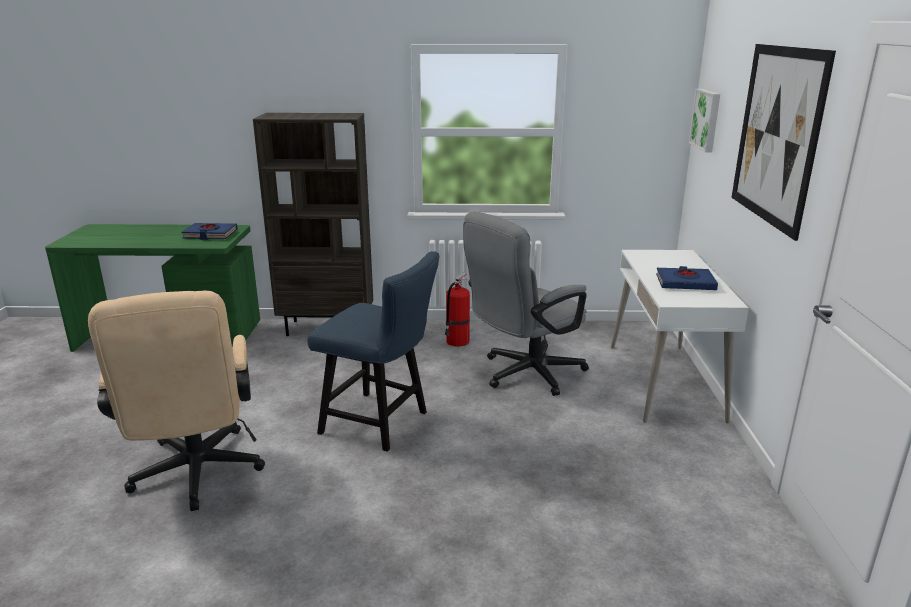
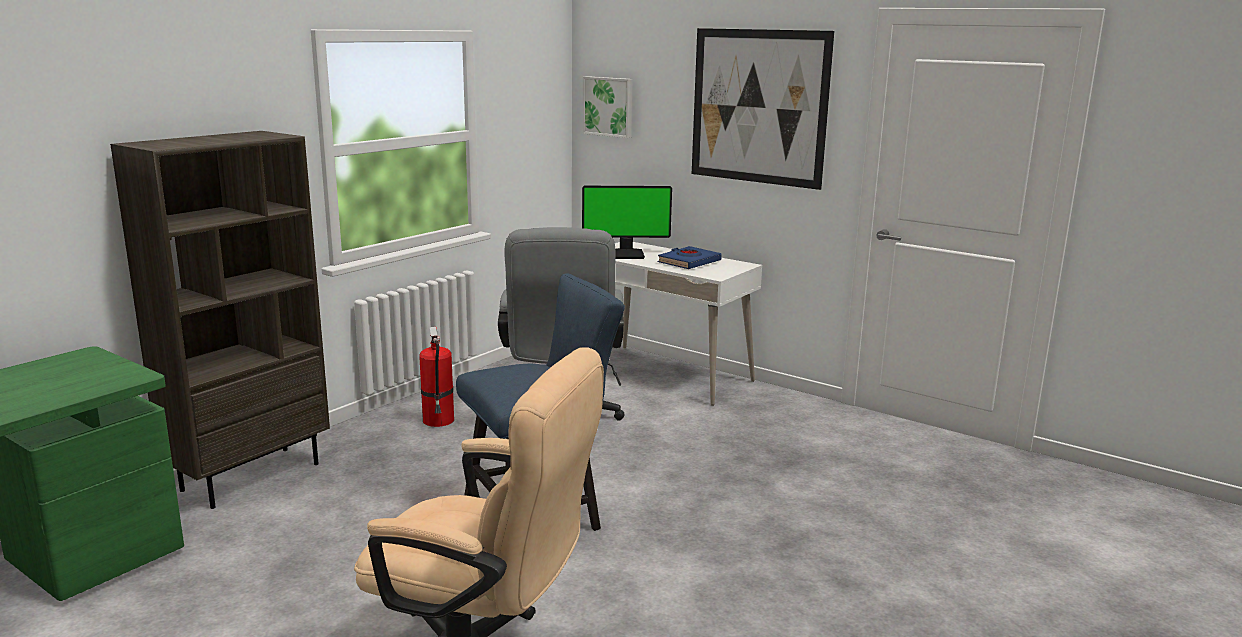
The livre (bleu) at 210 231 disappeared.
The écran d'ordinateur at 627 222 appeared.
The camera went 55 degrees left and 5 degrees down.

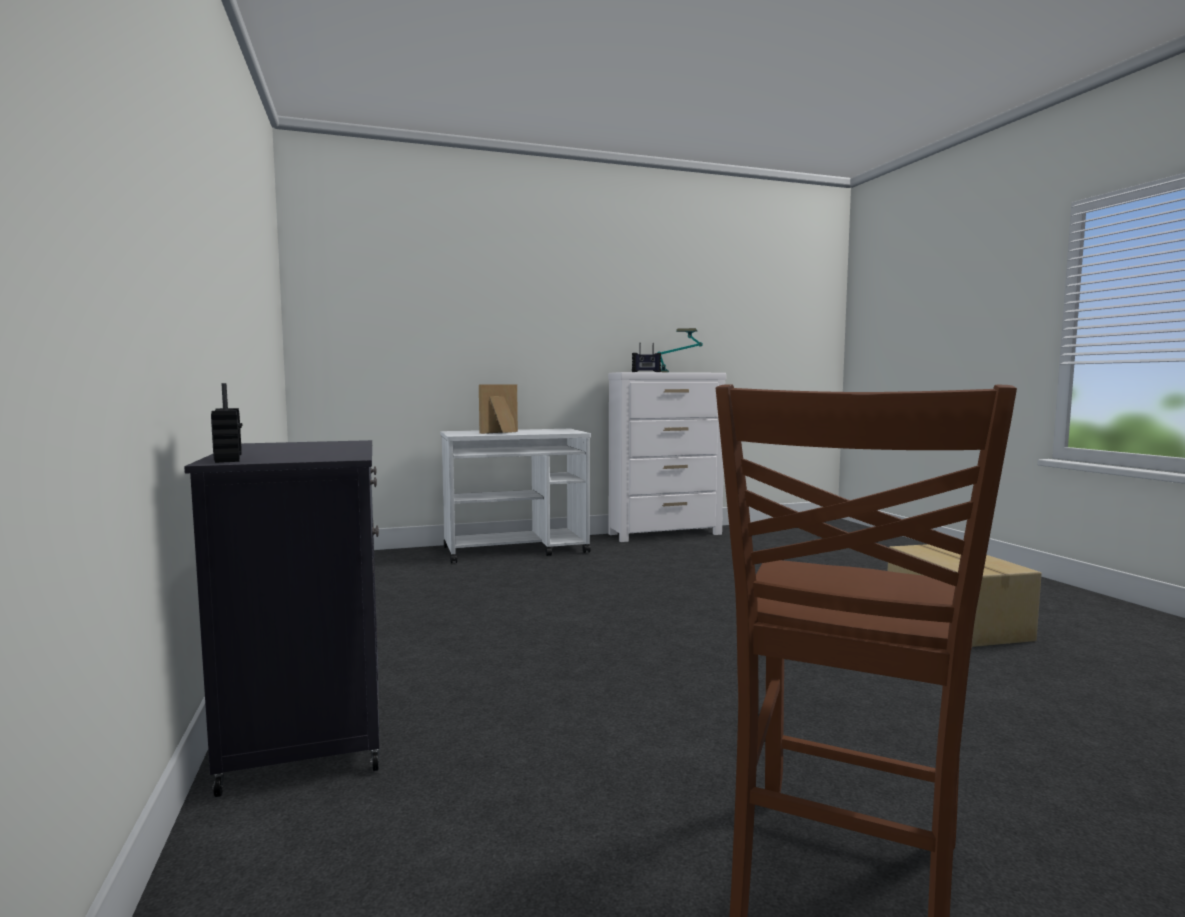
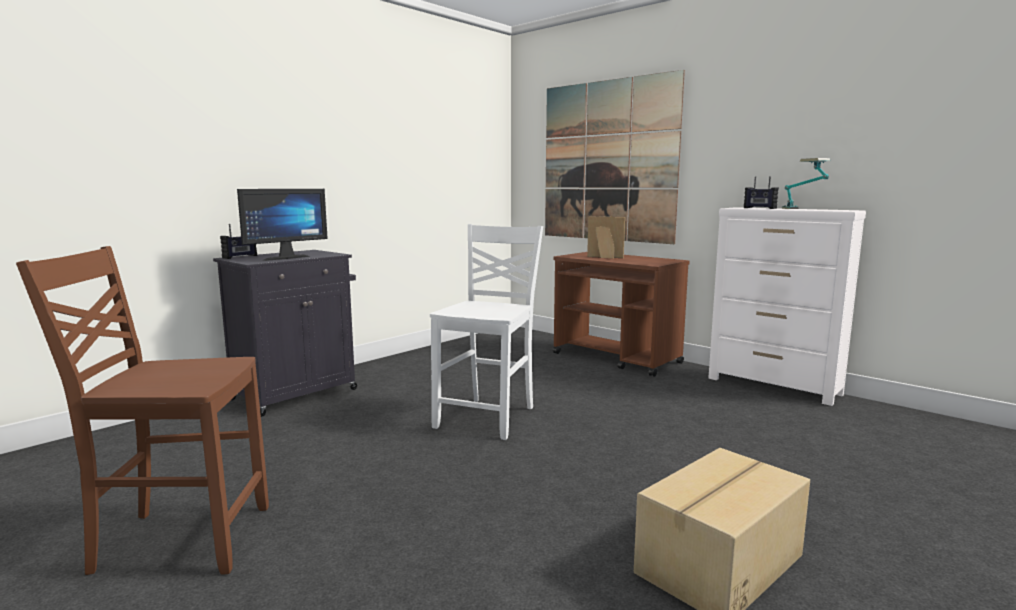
The chariot (blanc) at 515 496 became the chariot (marron) at 621 314.
The tableau at 615 157 appeared.
The écran d'ordinateur at 282 225 appeared.
The chaise (blanc) at 486 332 appeared.
The camera went 60 degrees right and 5 degrees up.

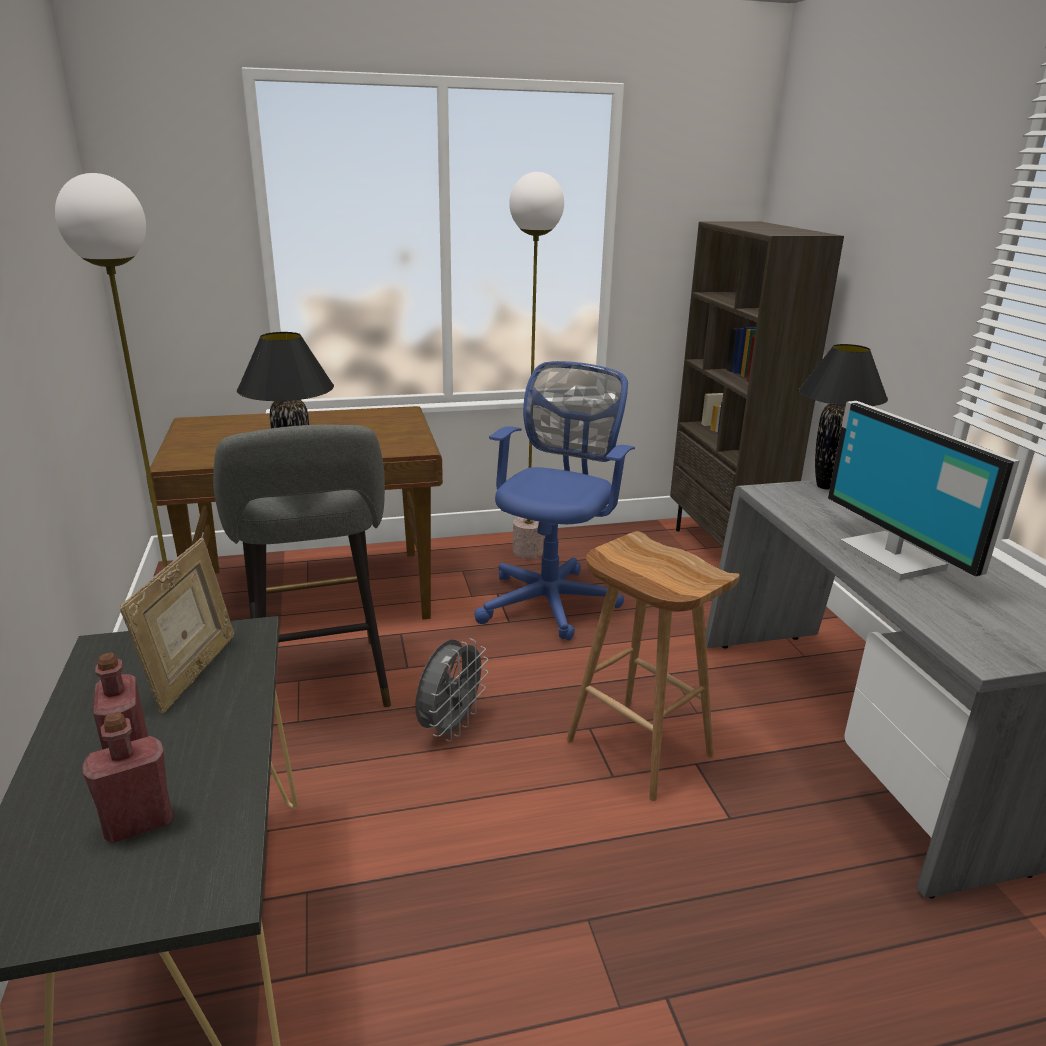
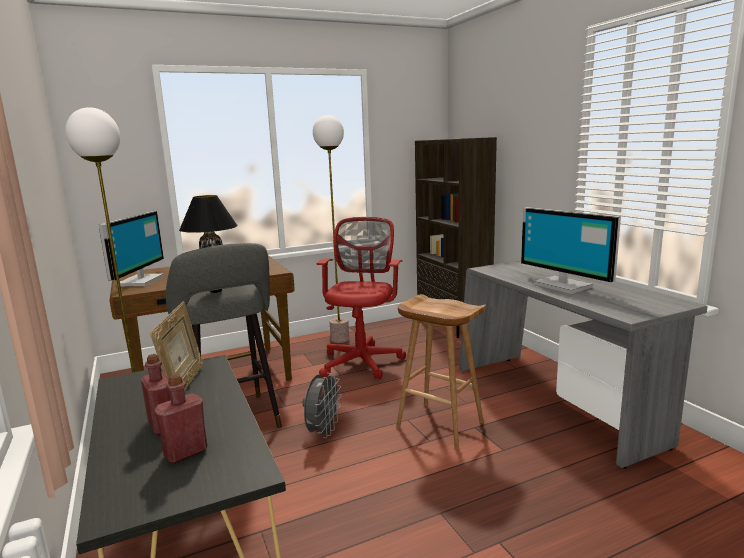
The lampe de table (noir) at 843 417 disappeared.
The chaise de bureau (bleu) at 554 501 became the chaise de bureau (rouge) at 361 298.
The écran d'ordinateur at 132 248 appeared.
The camera went 10 degrees left and 10 degrees down.

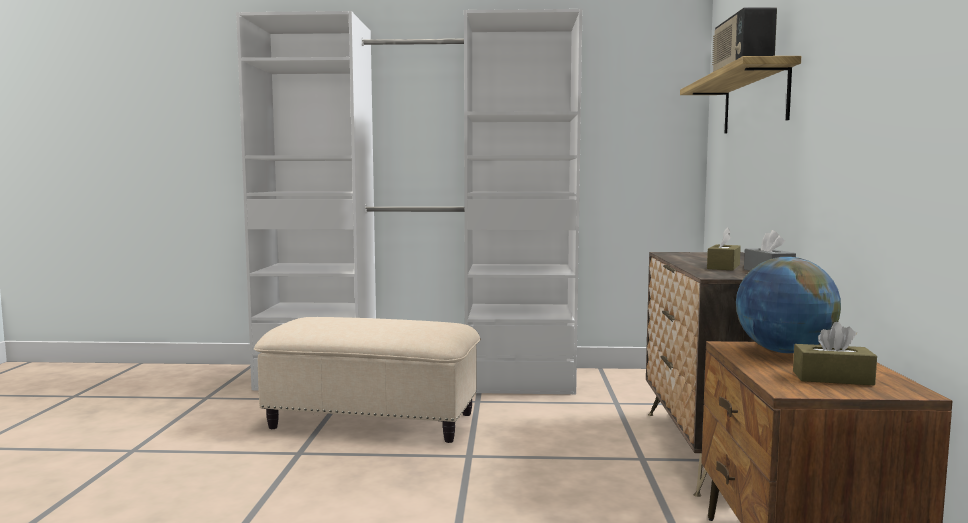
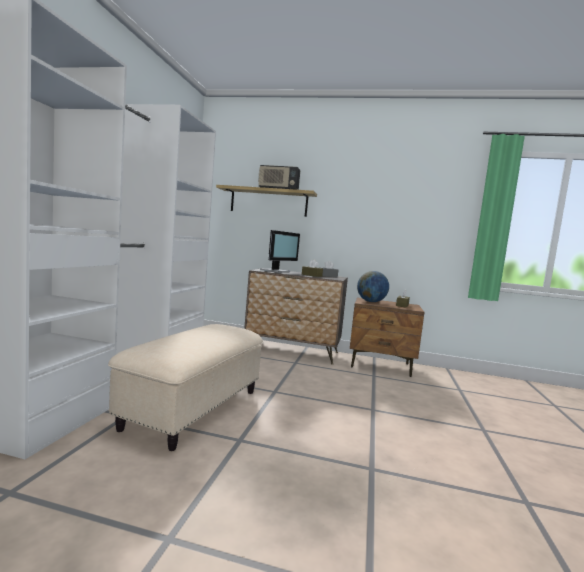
The écran d'ordinateur at 280 251 appeared.
The camera went 80 degrees left and 0 degrees up.

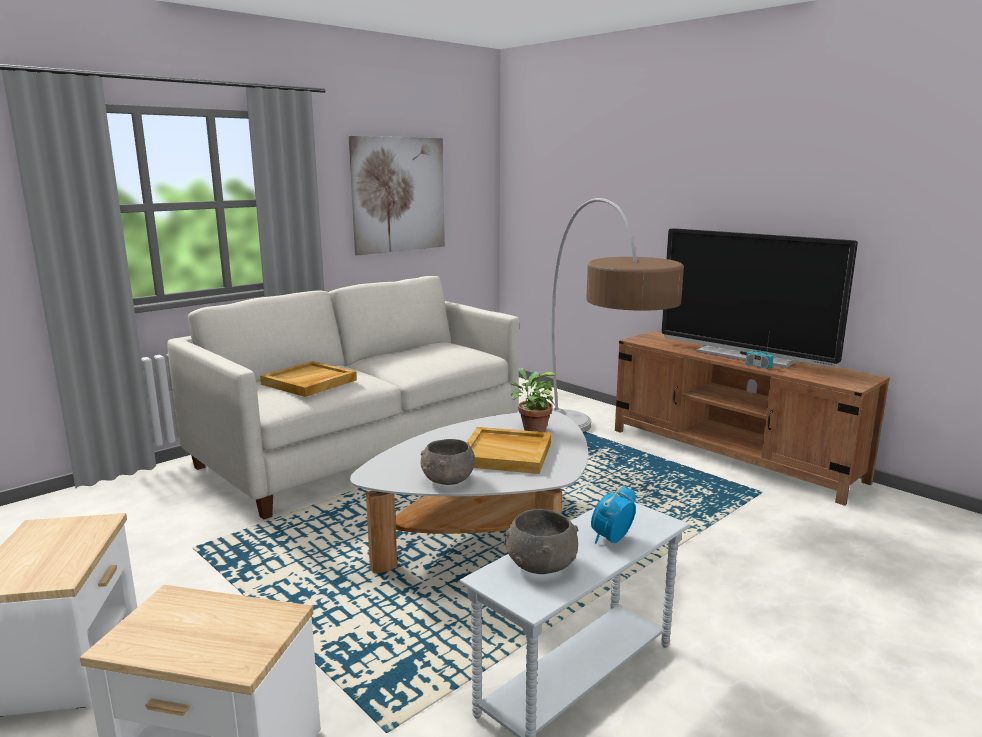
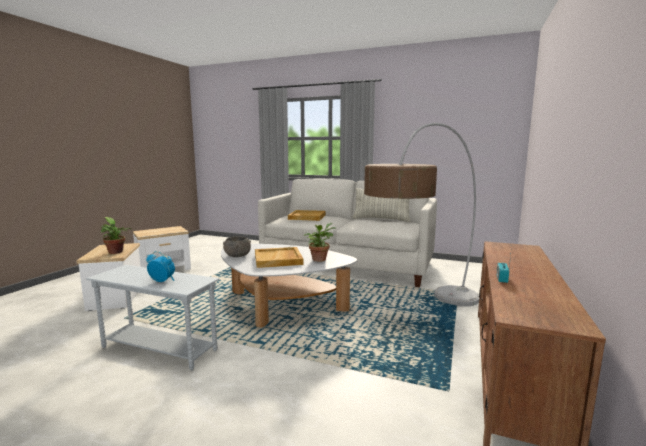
The tableau at 397 196 disappeared.
The téléviseur at 759 298 disappeared.
The bol (gris) at 541 541 disappeared.
The coussin at 381 205 appeared.
The plante en pot at 116 235 appeared.
The camera went 65 degrees right and 5 degrees down.

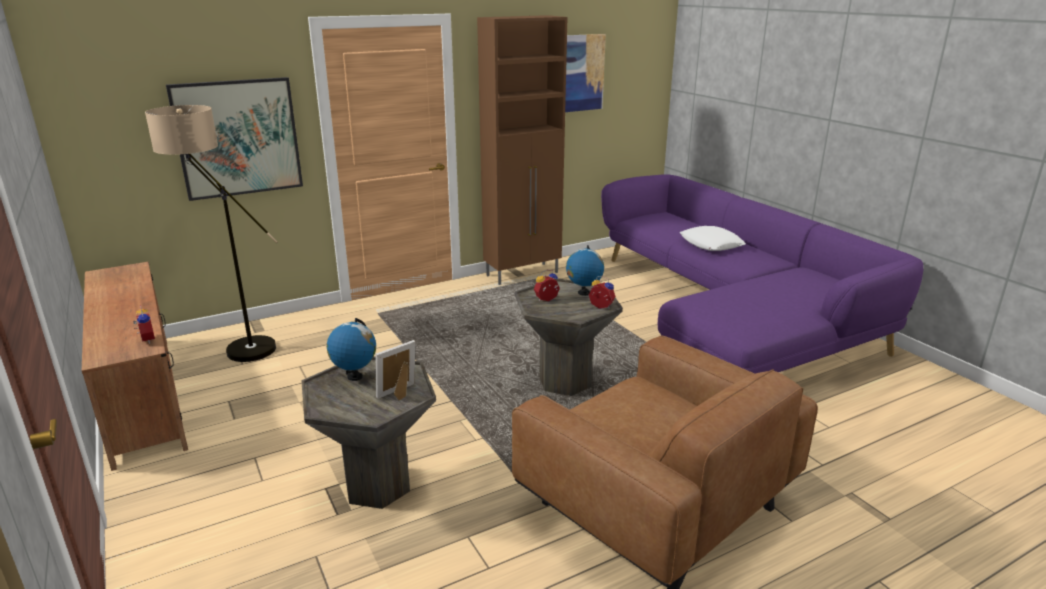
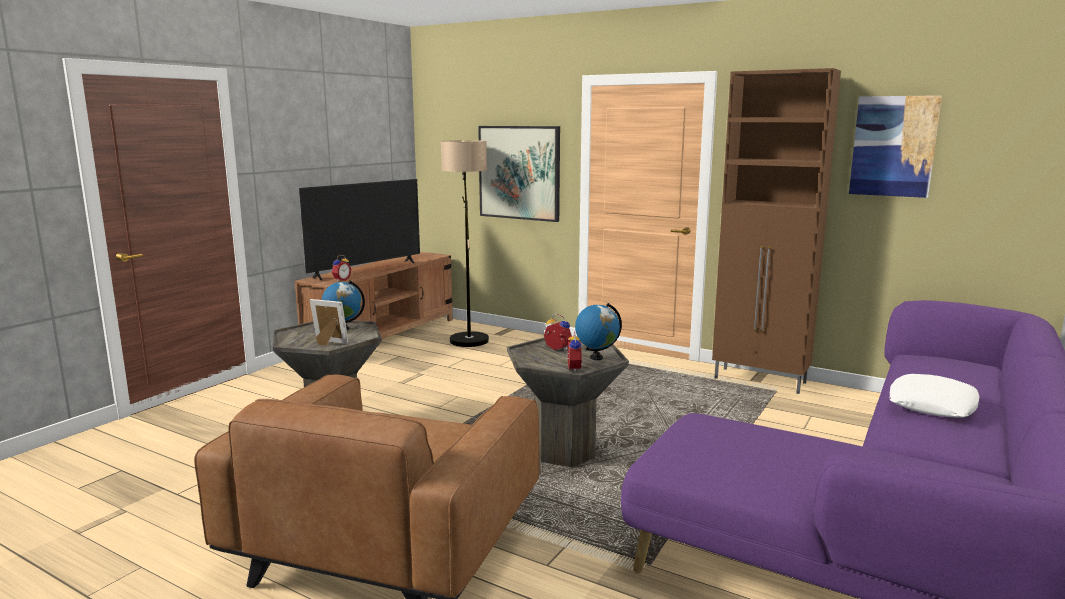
The téléviseur at 359 229 appeared.
The camera went 60 degrees right and 10 degrees down.

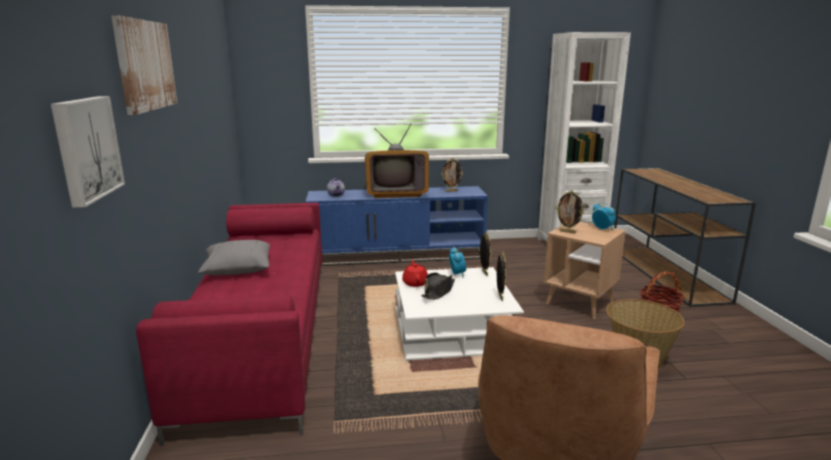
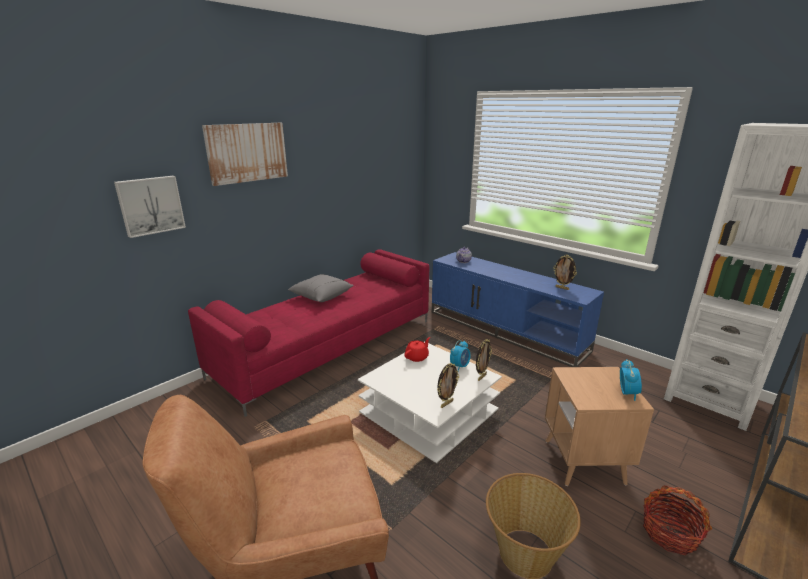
The téléviseur at 397 161 disappeared.
The cadre photo at 570 212 disappeared.
The chapeau (noir) at 438 286 disappeared.
The camera went 50 degrees right and 5 degrees up.

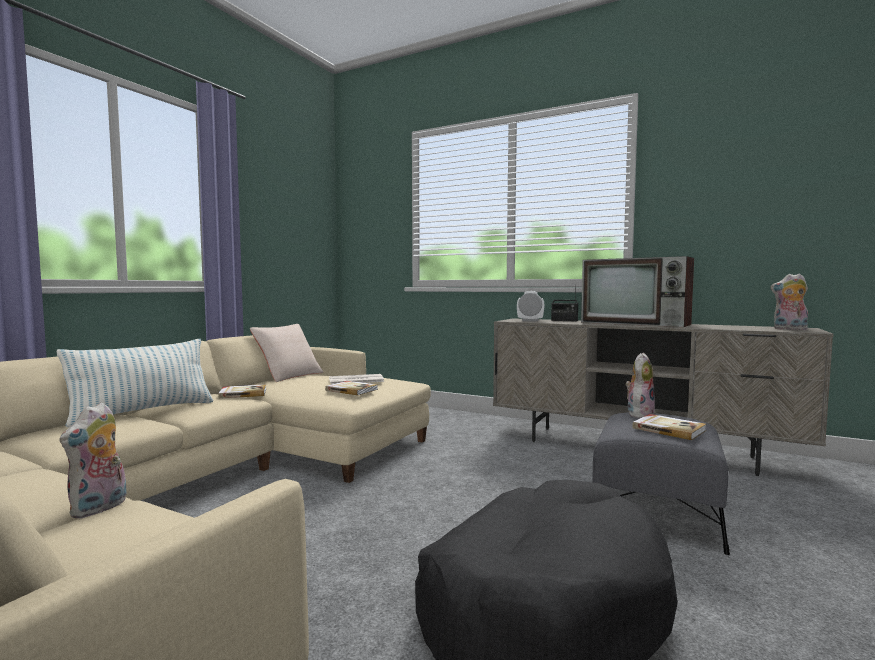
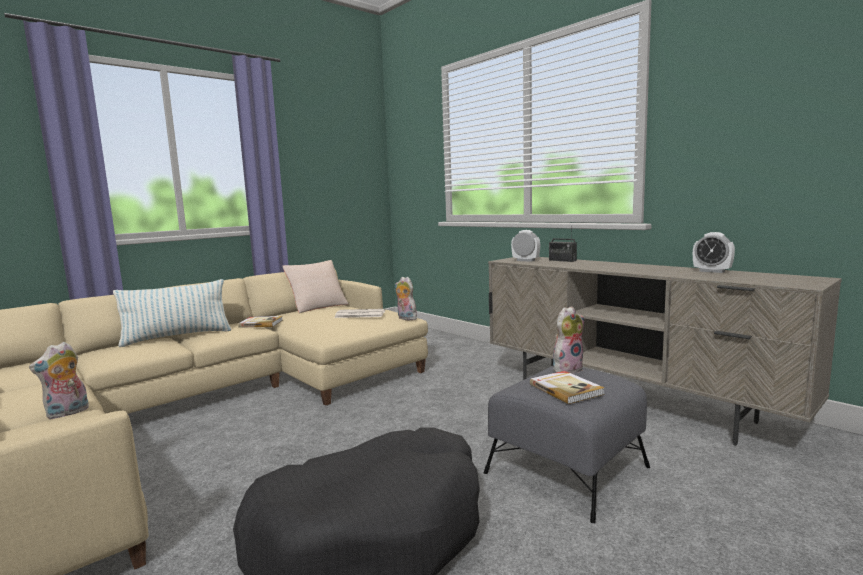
The téléviseur at 637 291 disappeared.
The peluche moved from 789 301 to 406 298.
The livre at 351 388 disappeared.
The réveil at 714 252 appeared.
The camera went 20 degrees right and 5 degrees up.

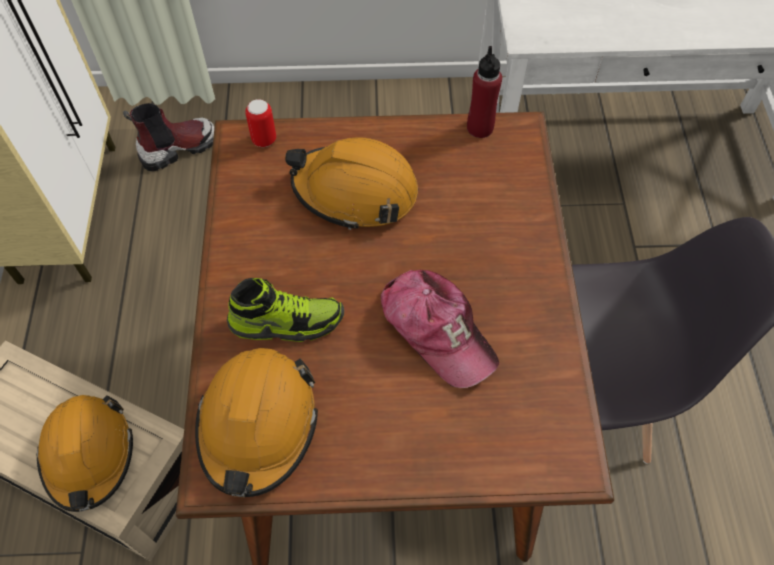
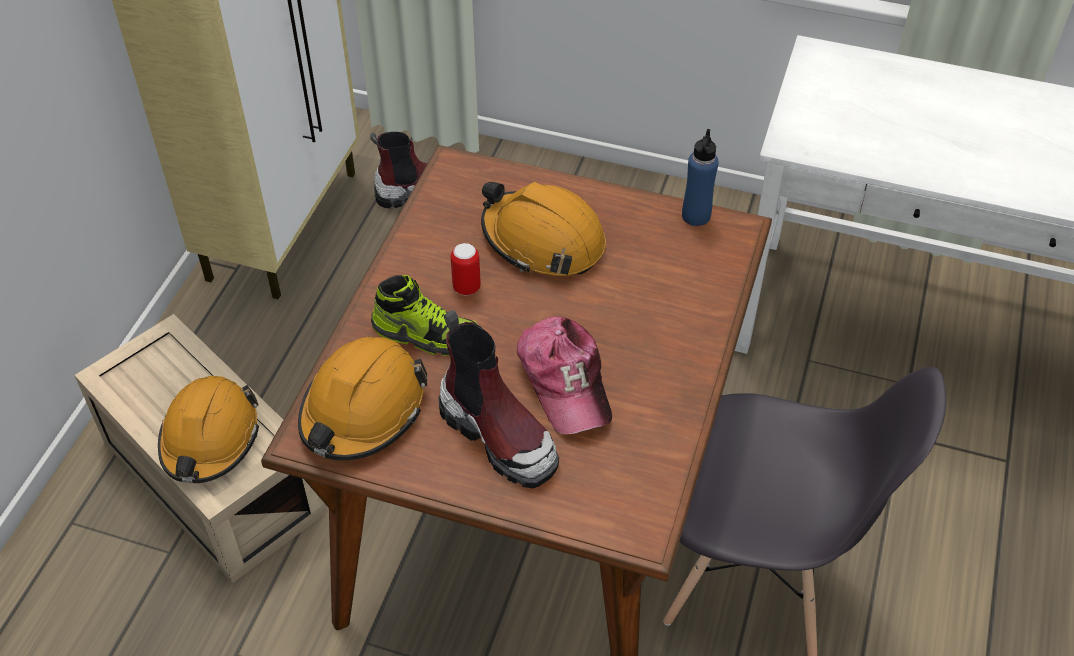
The bouteille (rouge) at 484 92 became the bouteille (bleu) at 700 177.
The boîte métallique moved from 260 123 to 466 269.
The botte at 498 399 appeared.
The camera went 20 degrees right and 10 degrees down.

